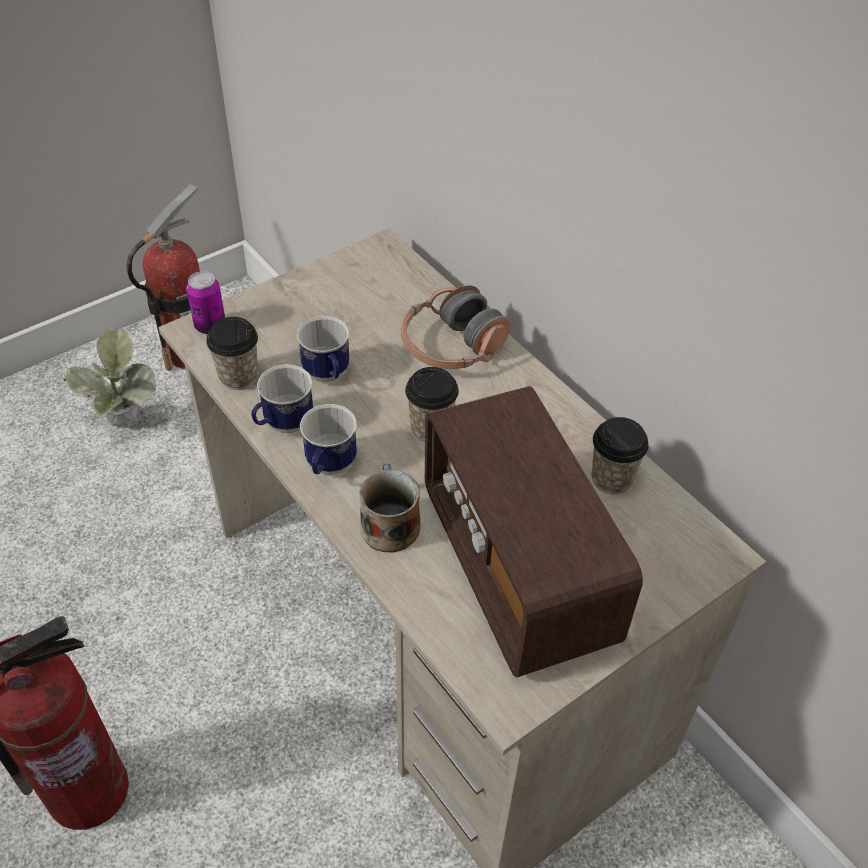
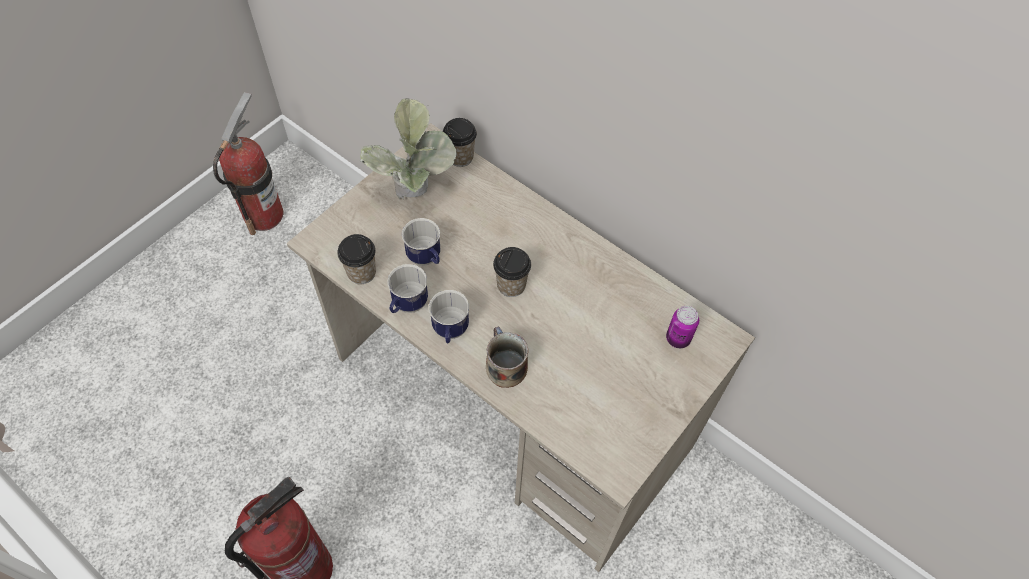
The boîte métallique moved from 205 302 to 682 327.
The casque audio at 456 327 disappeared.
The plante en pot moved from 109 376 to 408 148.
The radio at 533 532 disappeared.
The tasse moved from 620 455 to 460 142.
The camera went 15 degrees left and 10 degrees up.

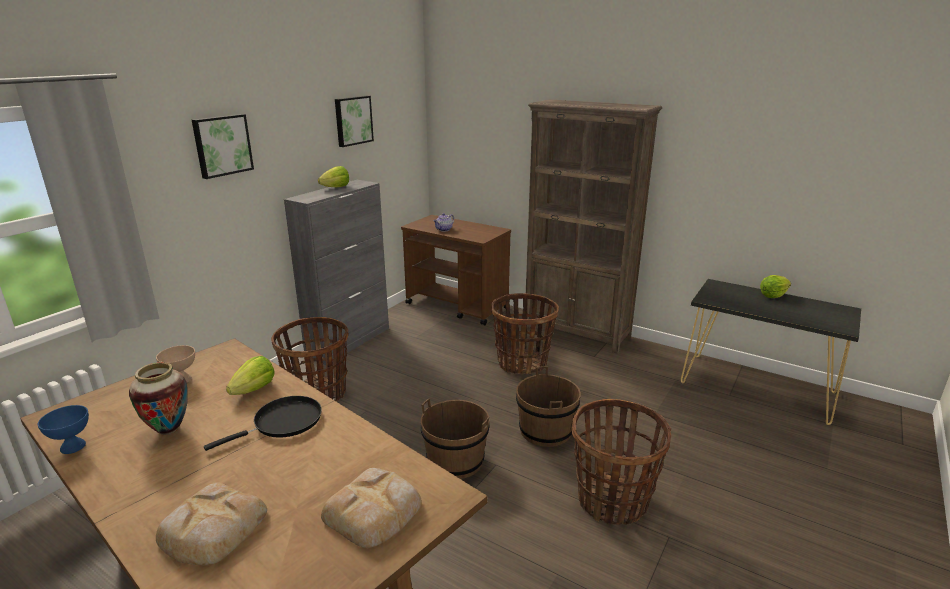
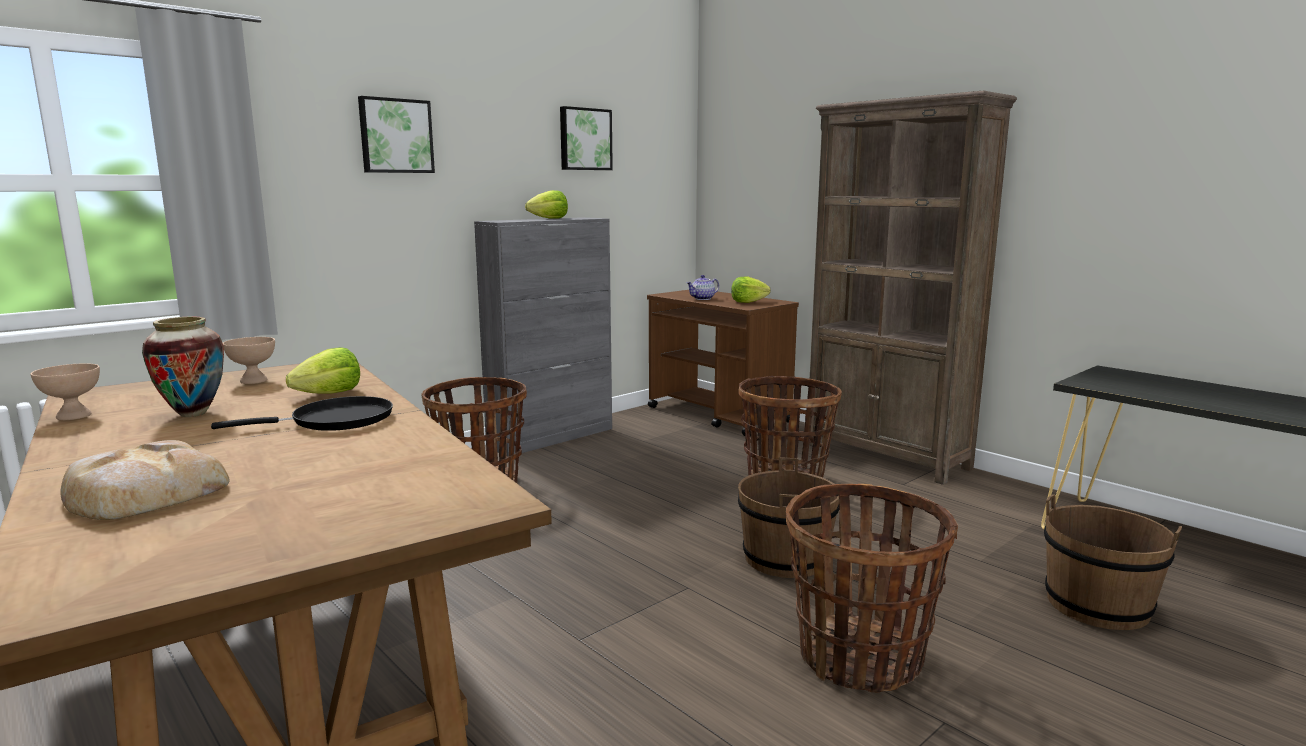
The laitue moved from 775 286 to 751 290.
The seau (marron) moved from 455 438 to 1113 562.
The bol (bleu) at 63 429 became the bol (beige) at 65 391.
The pain at 371 508 disappeared.
The camera went 15 degrees right and 10 degrees down.

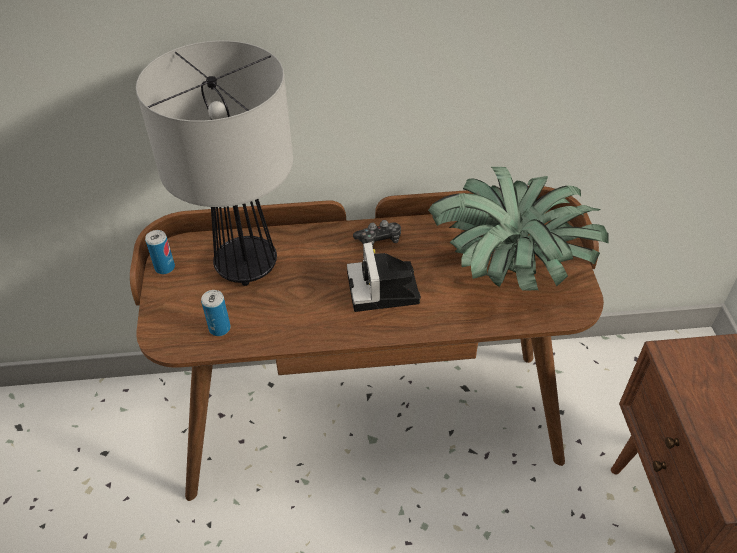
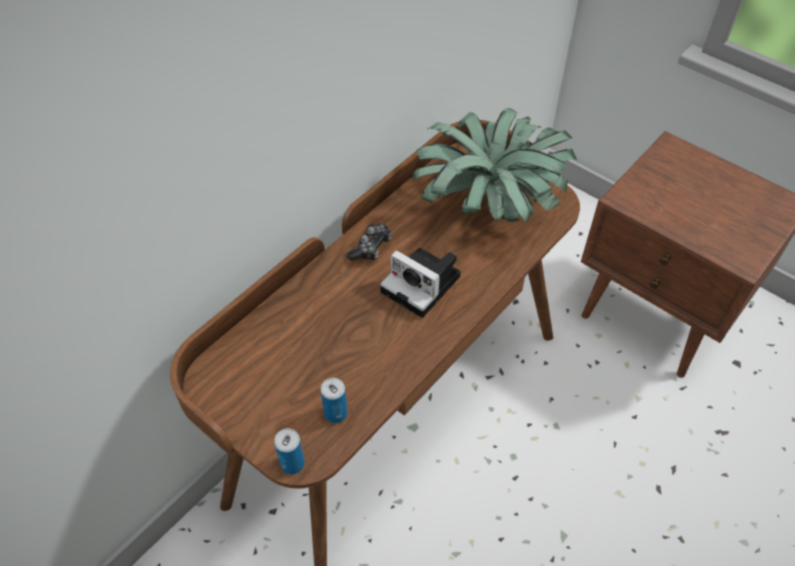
The lampe de table at 214 163 disappeared.
The boîte métallique moved from 160 252 to 289 451.
The camera went 45 degrees left and 5 degrees up.

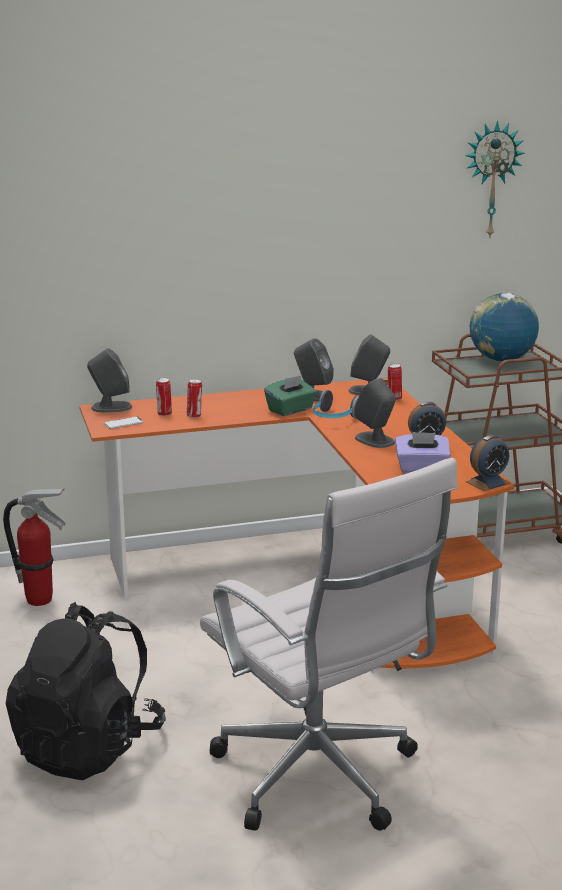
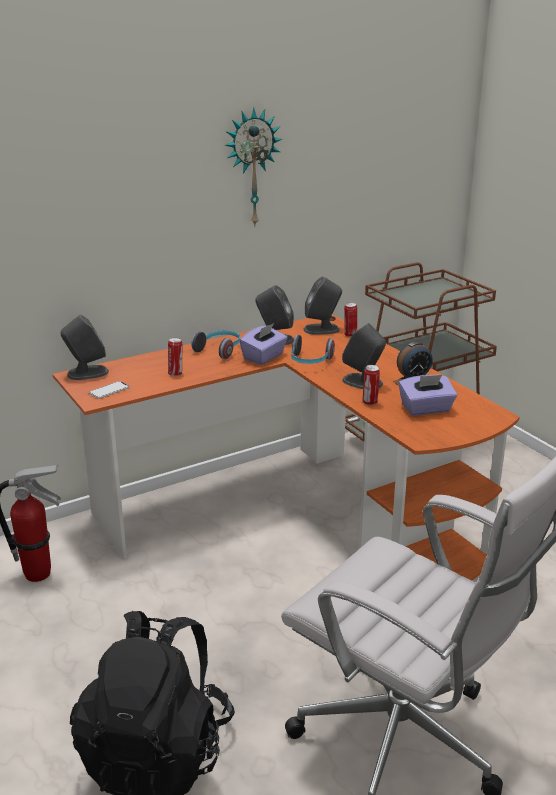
The horloge murale moved from 495 179 to 253 166.
The globe at 504 327 disappeared.
The boîte à mouchoirs (vert) at 290 395 became the boîte à mouchoirs (violet) at 263 344.
The boîte métallique moved from 164 397 to 371 385.
The réveil at 488 463 disappeared.
The casque audio at 215 344 appeared.
The camera went 15 degrees left and 5 degrees up.

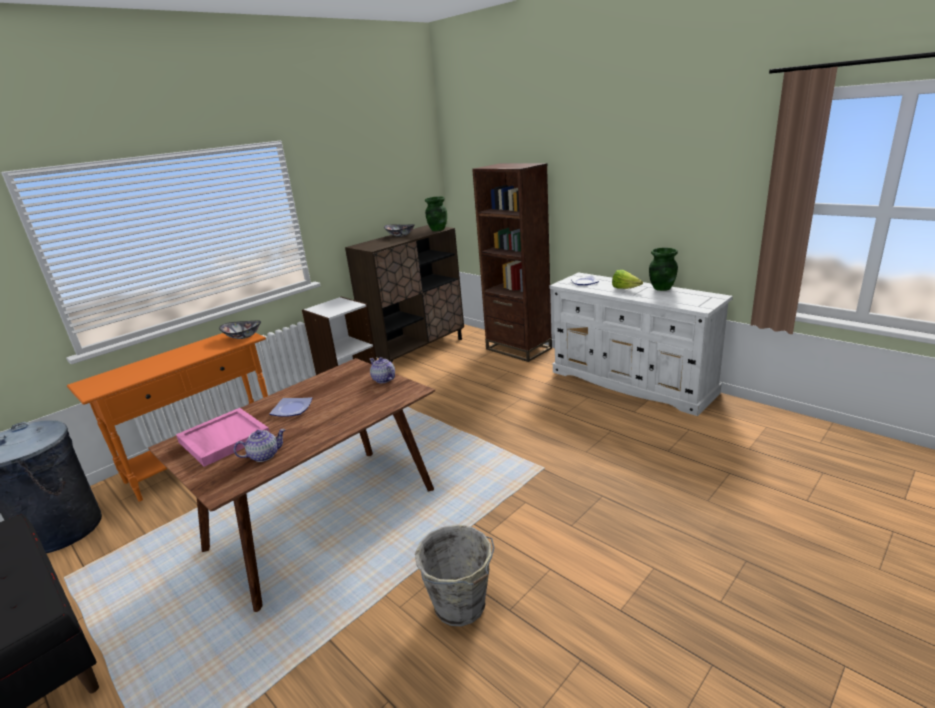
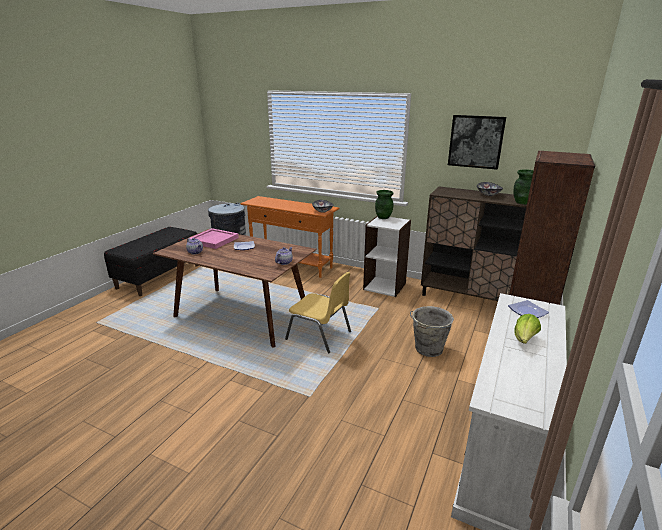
The vase (vert) moved from 663 269 to 384 204.
The seau (gris) moved from 454 575 to 432 331.
The tableau at 477 142 appeared.
The chaise (jaune) at 318 313 appeared.
The camera went 70 degrees right and 0 degrees up.

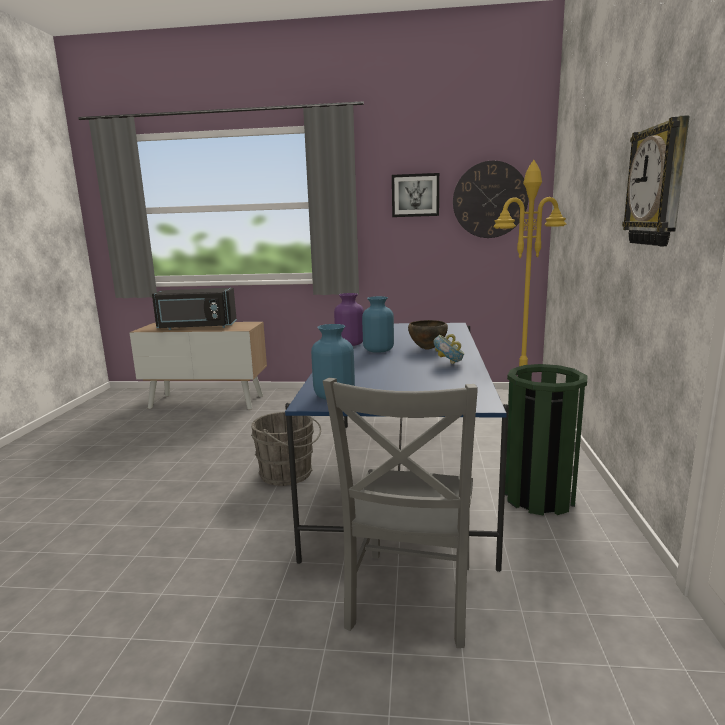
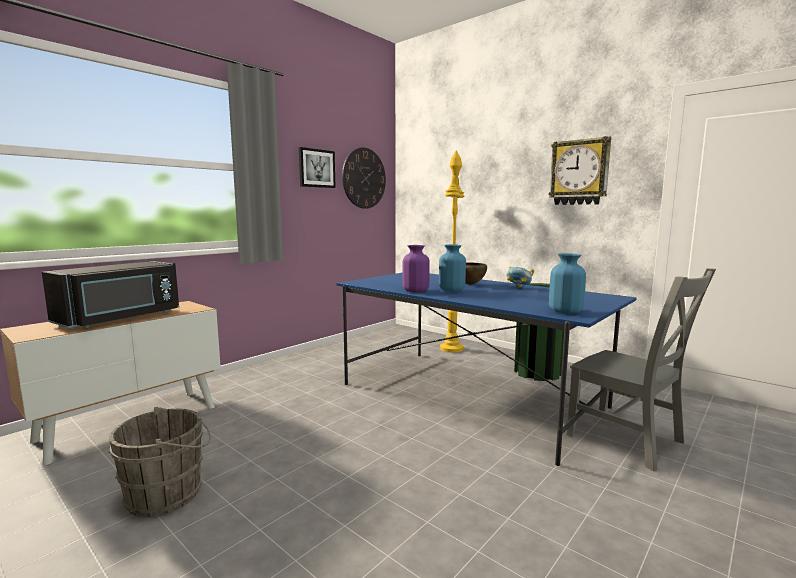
The seau (gris) moved from 286 449 to 160 462.
The camera went 55 degrees left and 5 degrees down.

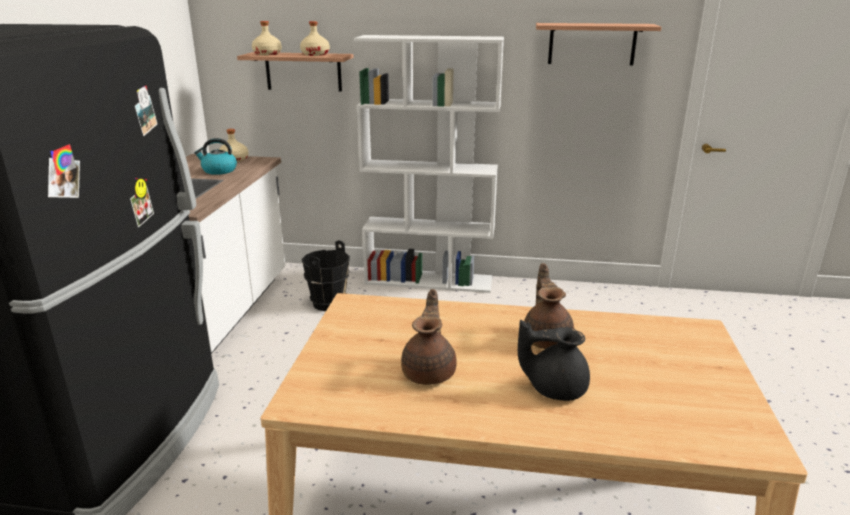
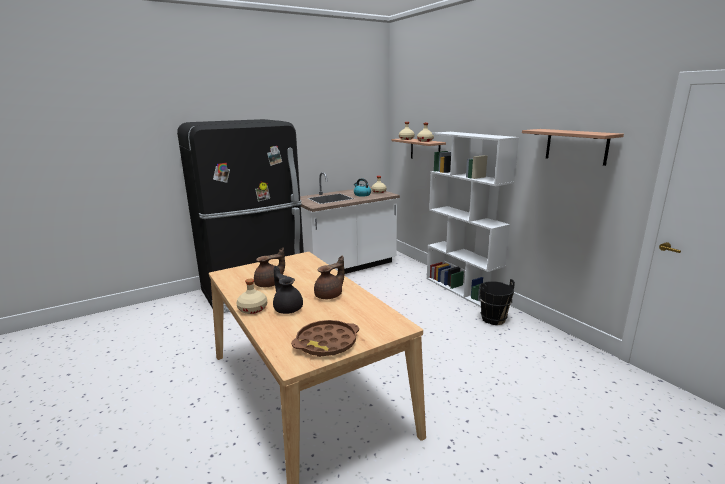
The seau (noir) moved from 326 275 to 497 302.
The bouteille (beige) at 252 296 appeared.
The plateau (marron) at 325 338 appeared.
The camera went 50 degrees right and 5 degrees down.

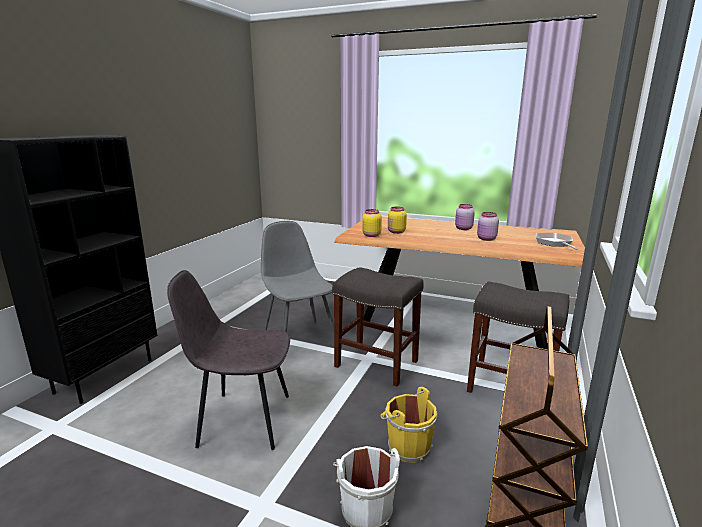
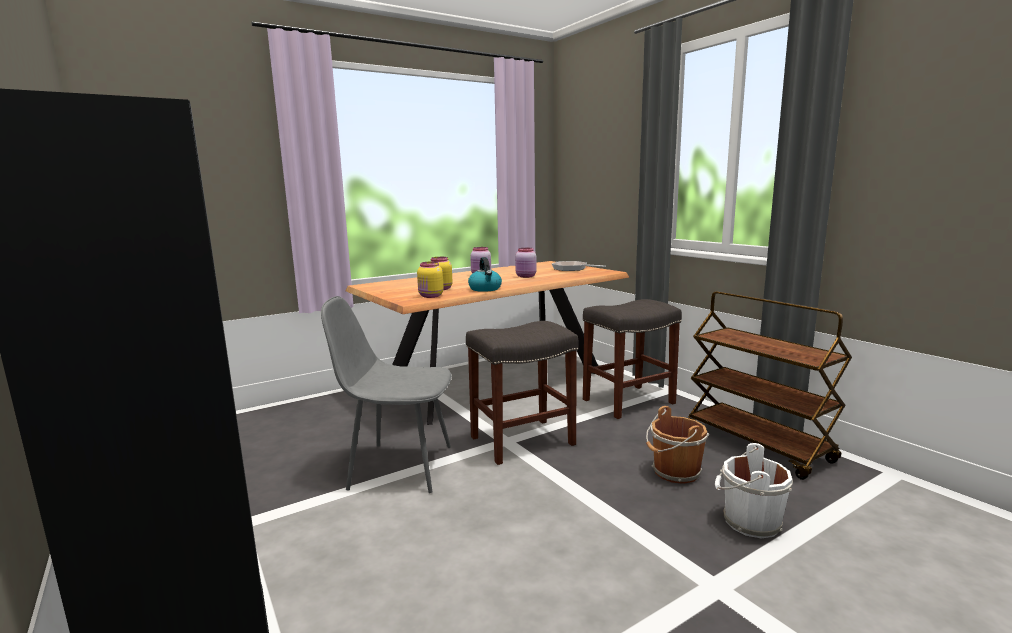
The chaise (gris) at 228 360 disappeared.
The seau (jaune) at 408 425 became the seau (marron) at 677 445.
The bouilloire at 485 274 appeared.
The camera went 55 degrees left and 5 degrees down.

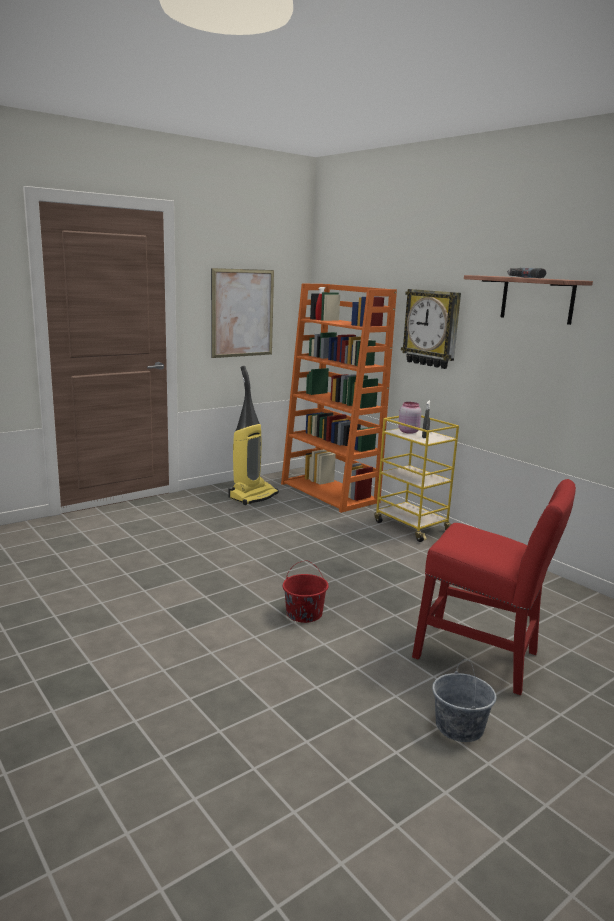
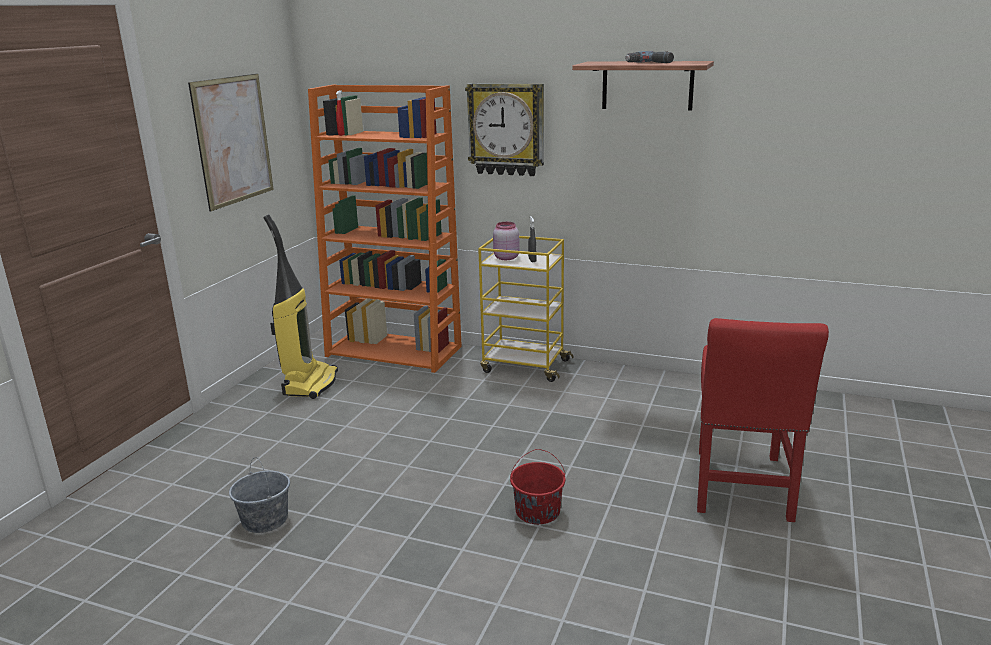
The chaise (rouge) at 494 587 turned 105 degrees clockwise.
The seau (gris) moved from 464 700 to 259 495.
The camera went 30 degrees left and 5 degrees up.

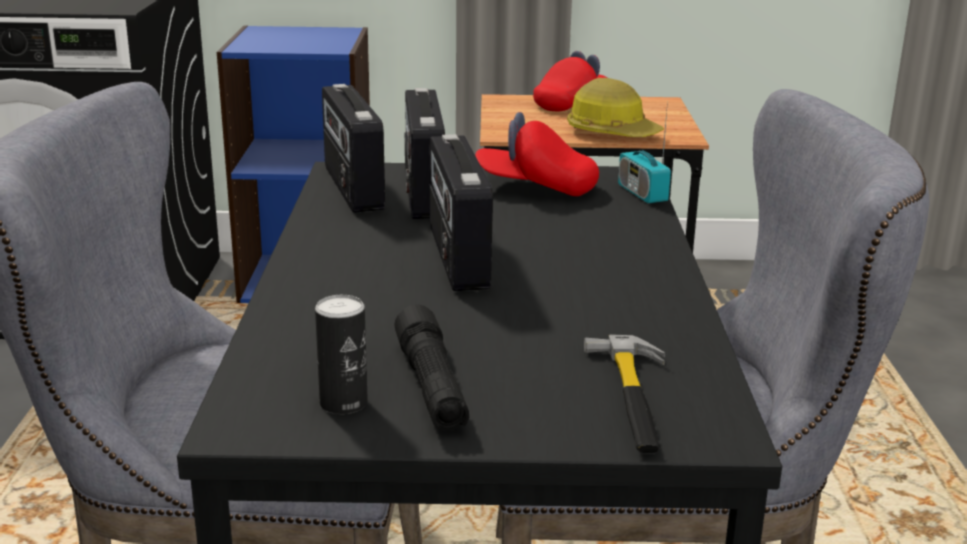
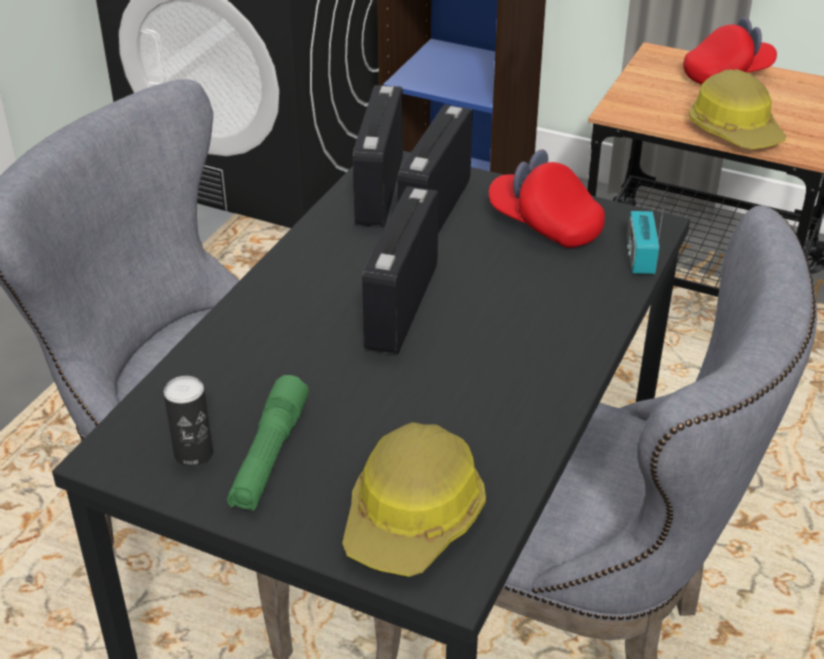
The lampe de poche (noir) at 431 367 became the lampe de poche (vert) at 268 443.
The marteau at 624 394 was replaced by the casque de chantier at 414 499.
The camera went 25 degrees right and 15 degrees up.

